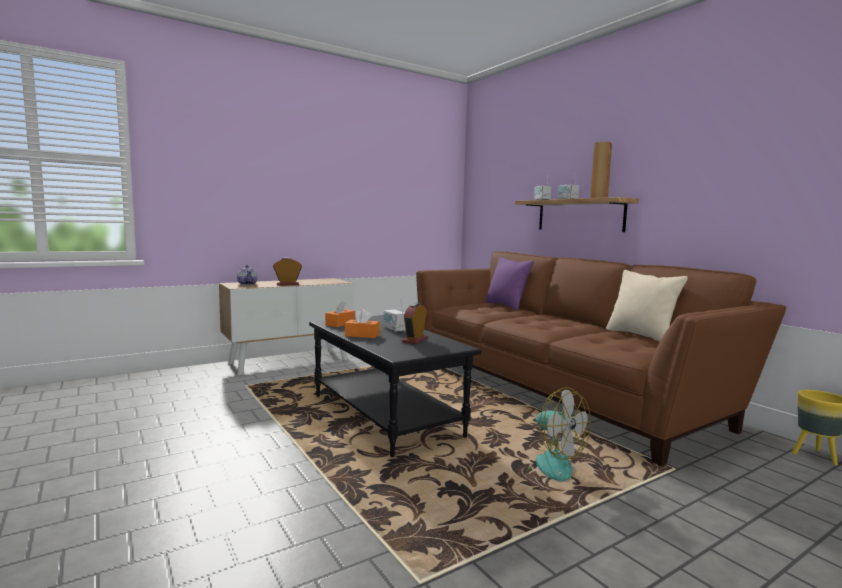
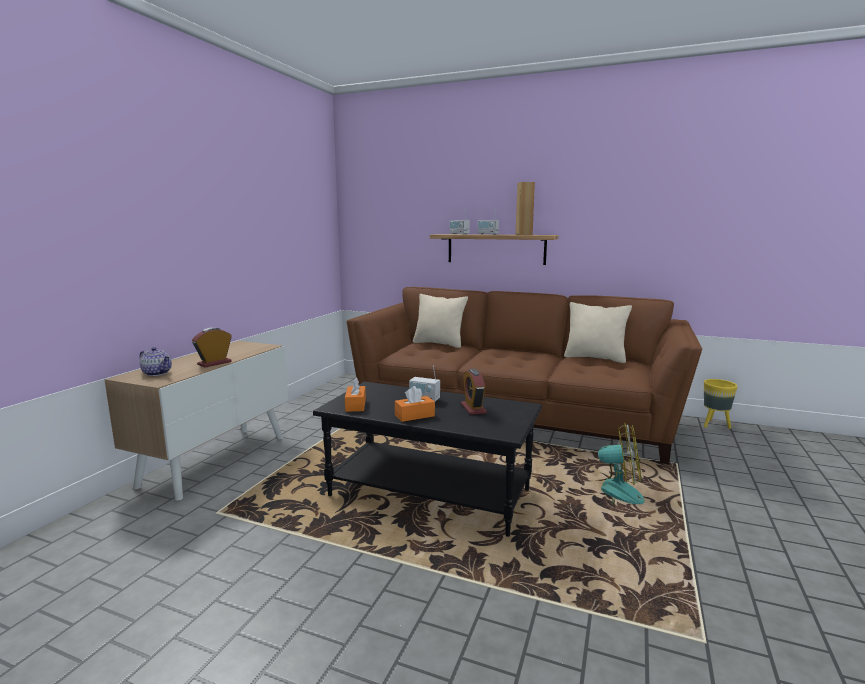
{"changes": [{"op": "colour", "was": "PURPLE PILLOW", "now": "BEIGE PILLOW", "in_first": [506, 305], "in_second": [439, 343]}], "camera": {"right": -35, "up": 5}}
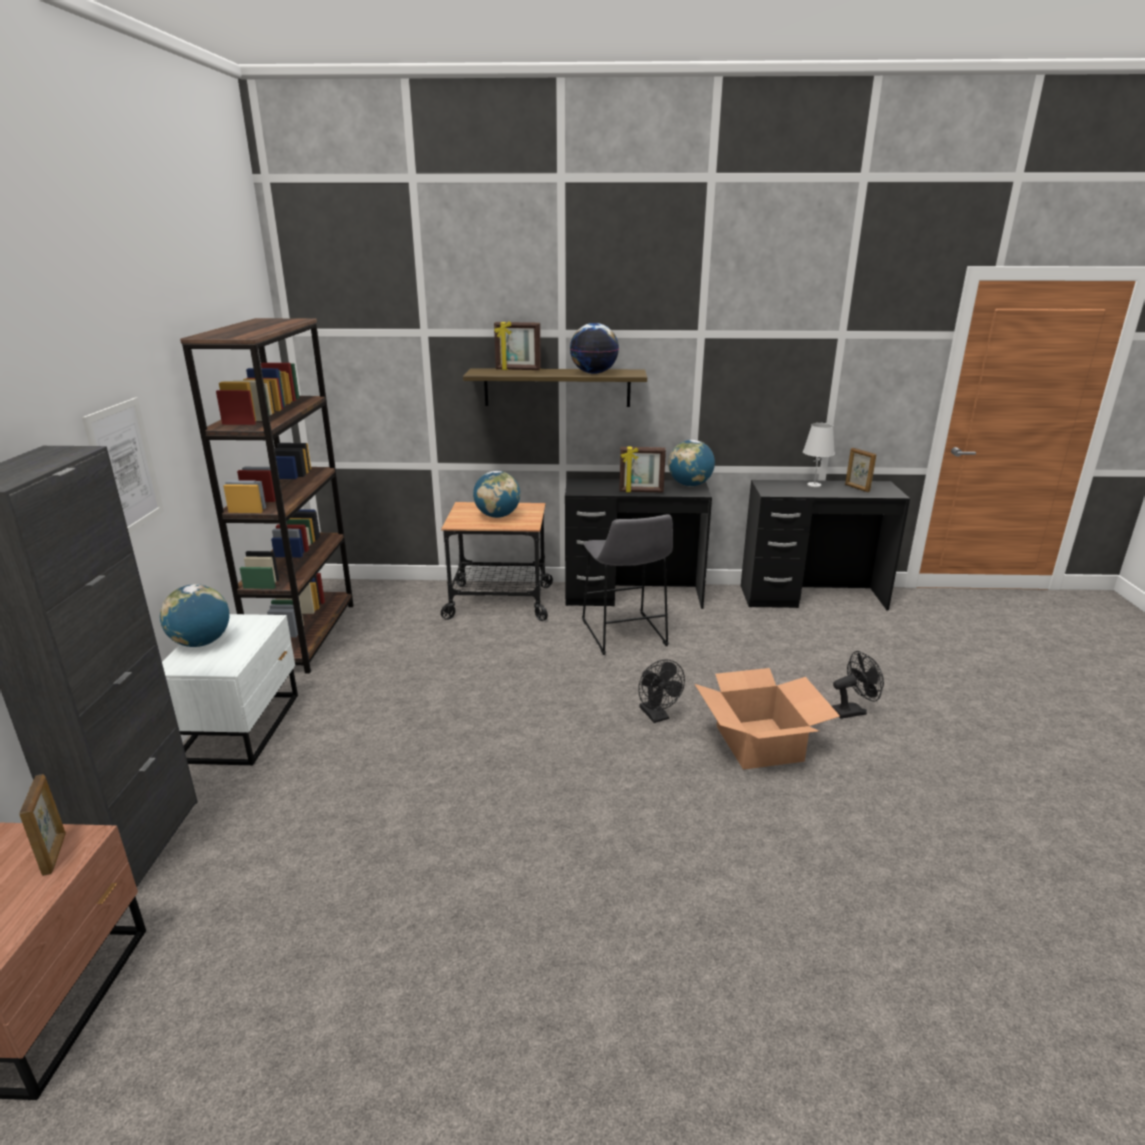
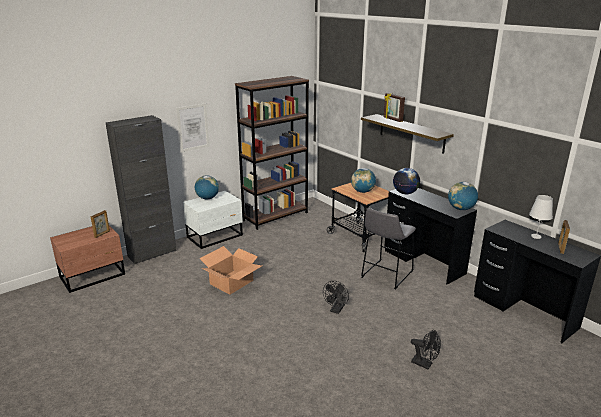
{"changes": [{"op": "relocated", "was": "GLOBE", "in_first": [594, 373], "in_second": [405, 193]}, {"op": "missing", "was": "PICTURE FRAME", "in_first": [641, 491]}, {"op": "relocated", "was": "CARDBOARD BOX", "in_first": [759, 743], "in_second": [232, 282]}], "camera": {"right": 50, "up": 0}}
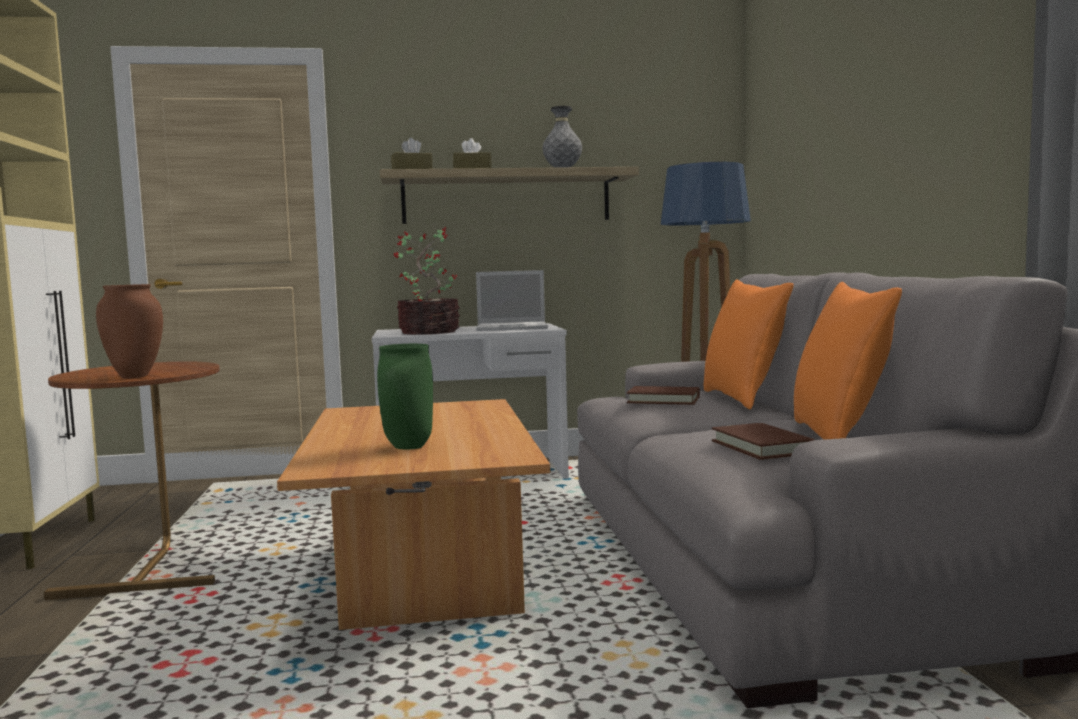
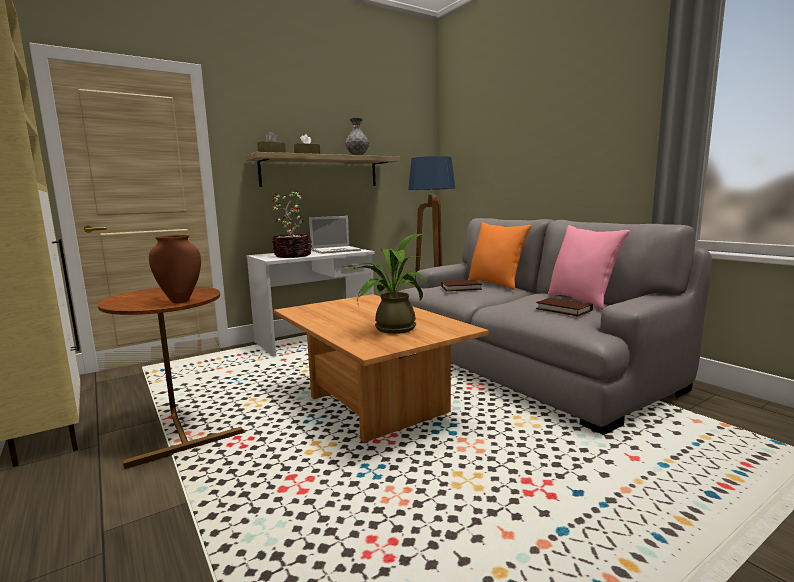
{"changes": [{"op": "exchanged", "was": "GREEN VASE", "now": "POTTED PLANT", "in_first": [407, 447], "in_second": [390, 329]}, {"op": "colour", "was": "ORANGE PILLOW", "now": "PINK PILLOW", "in_first": [838, 437], "in_second": [581, 301]}], "camera": {"right": -25, "up": 5}}
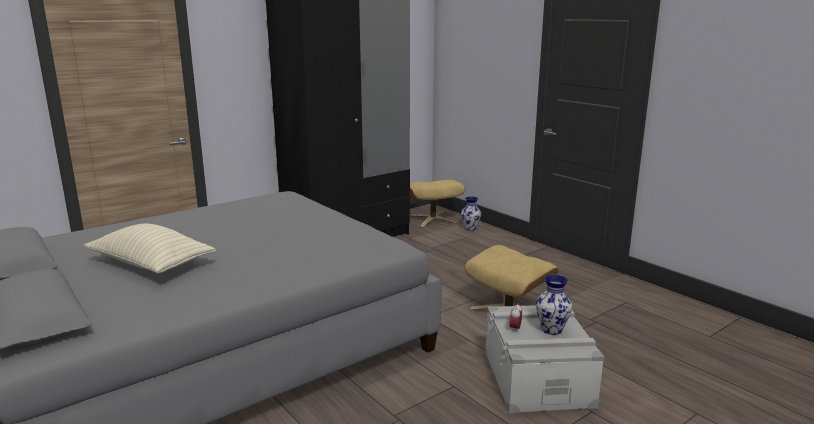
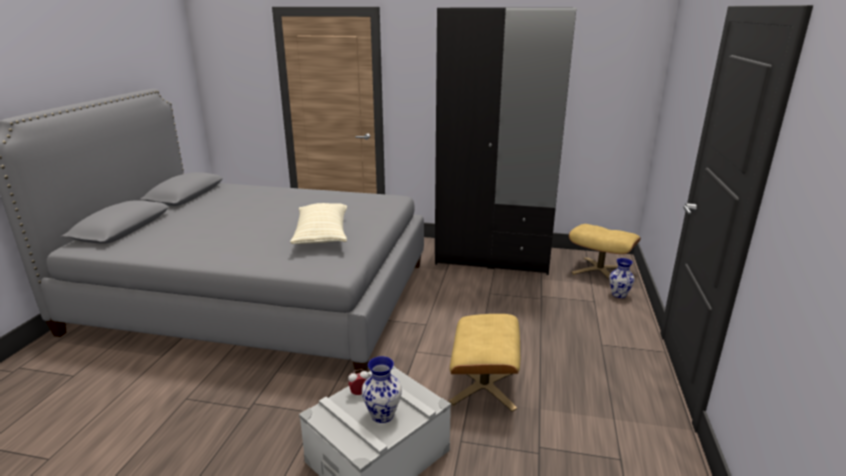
{"changes": [{"op": "relocated", "was": "BEIGE PILLOW", "in_first": [151, 264], "in_second": [322, 235]}], "camera": {"right": 50, "up": 5}}
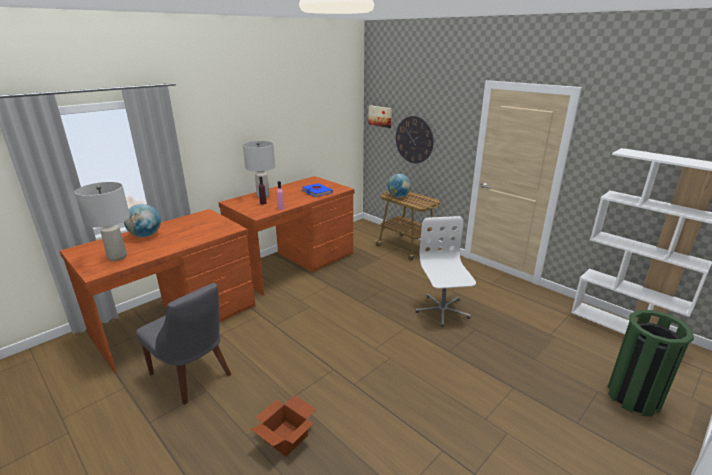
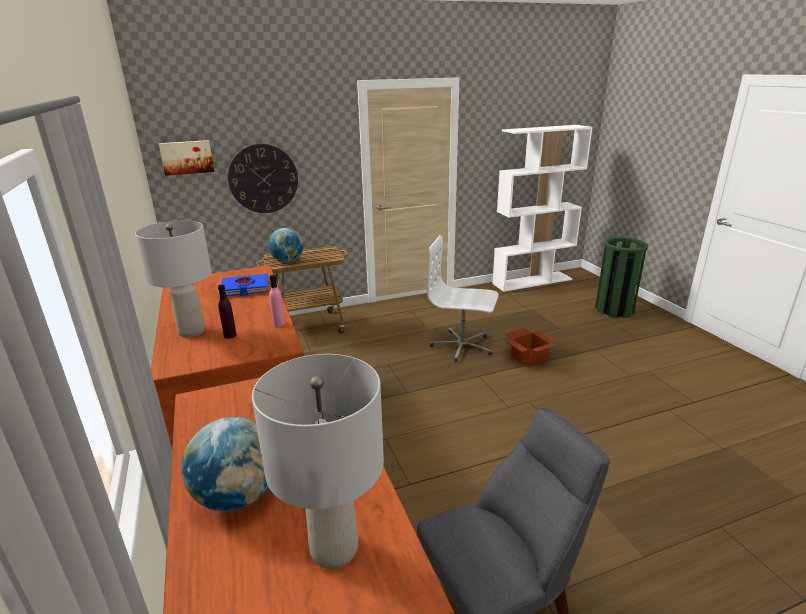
{"changes": [{"op": "relocated", "was": "CARDBOARD BOX", "in_first": [287, 437], "in_second": [528, 357]}], "camera": {"right": -65, "up": 0}}
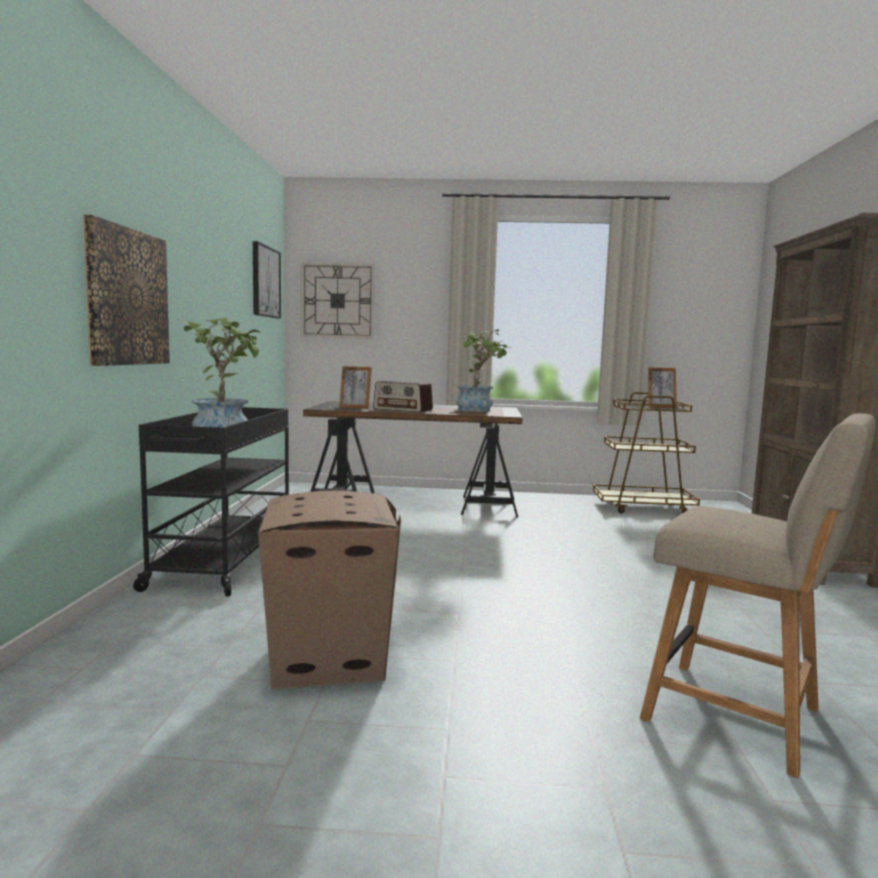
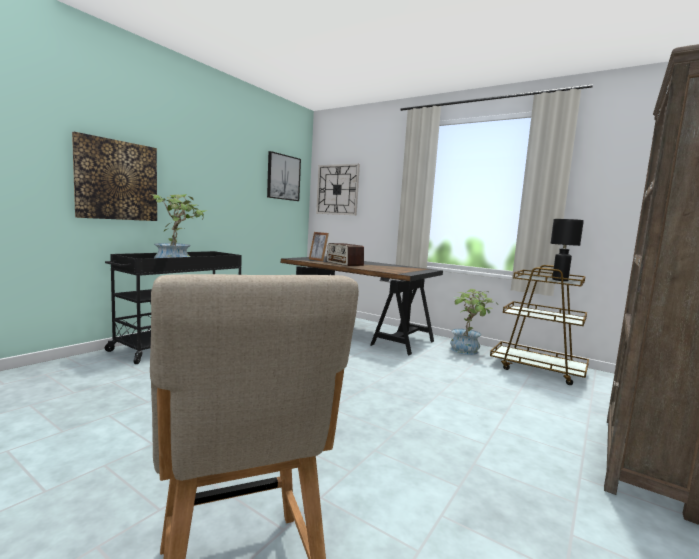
{"changes": [{"op": "missing", "was": "CARDBOARD BOX", "in_first": [329, 658]}, {"op": "relocated", "was": "POTTED PLANT", "in_first": [479, 410], "in_second": [468, 351]}, {"op": "exchanged", "was": "PICTURE FRAME", "now": "BLACK TABLE LAMP", "in_first": [660, 407], "in_second": [560, 280]}], "camera": {"right": 30, "up": 0}}
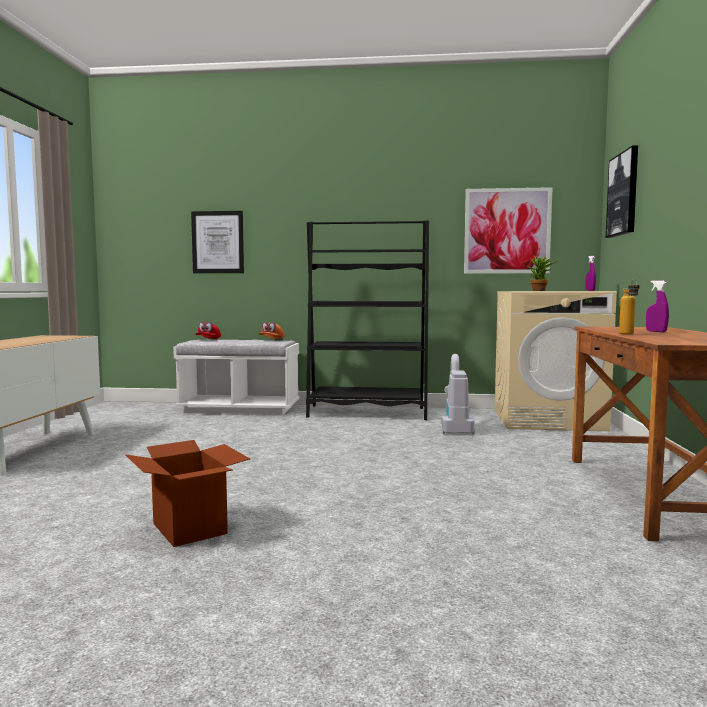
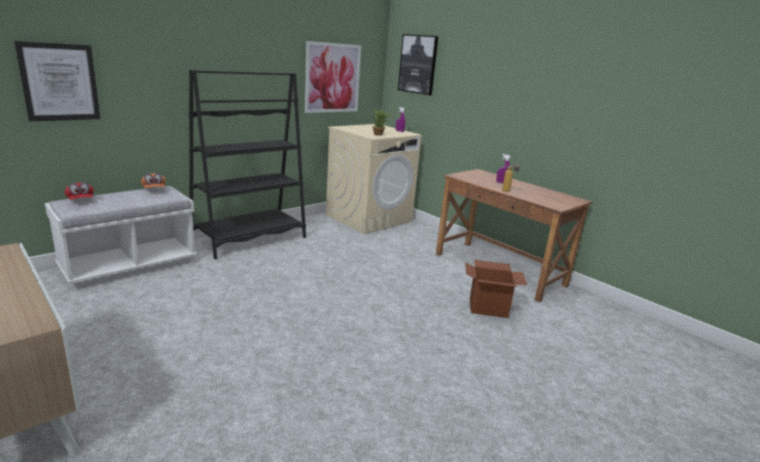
{"changes": [{"op": "relocated", "was": "CARDBOARD BOX", "in_first": [190, 528], "in_second": [488, 308]}, {"op": "missing", "was": "VACUUM CLEANER", "in_first": [455, 426]}], "camera": {"right": -50, "up": 15}}
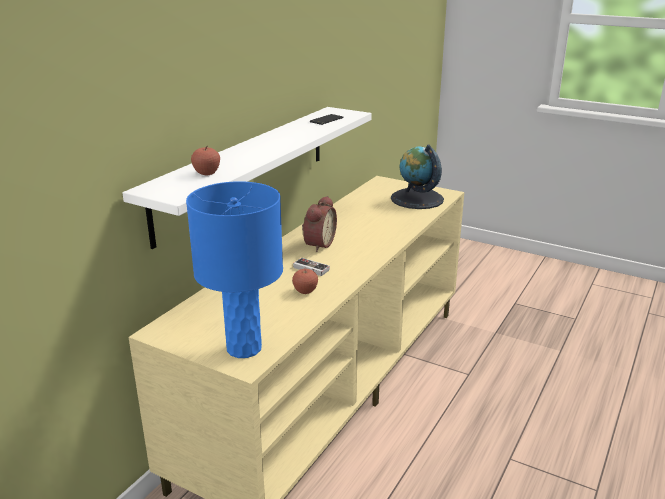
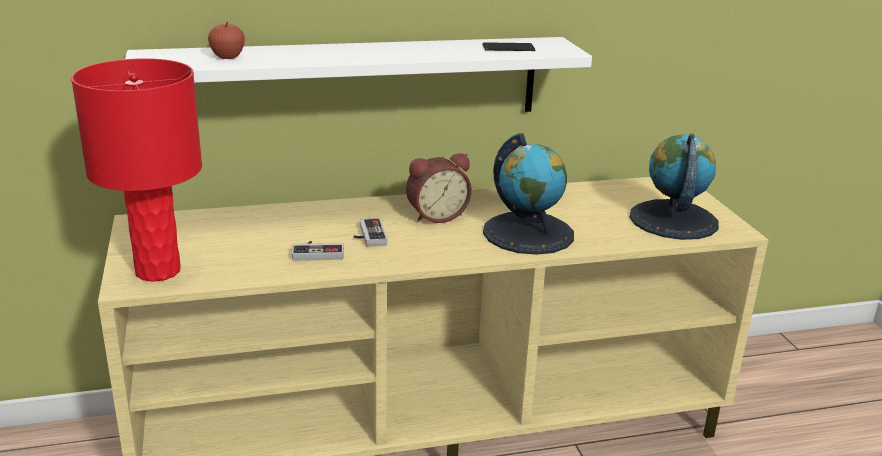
{"changes": [{"op": "colour", "was": "BLUE TABLE LAMP", "now": "RED TABLE LAMP", "in_first": [244, 348], "in_second": [159, 271]}, {"op": "exchanged", "was": "APPLE", "now": "GAME CONTROLLER", "in_first": [305, 291], "in_second": [318, 252]}, {"op": "appeared", "now": "GLOBE", "in_second": [528, 233]}], "camera": {"right": 45, "up": 0}}
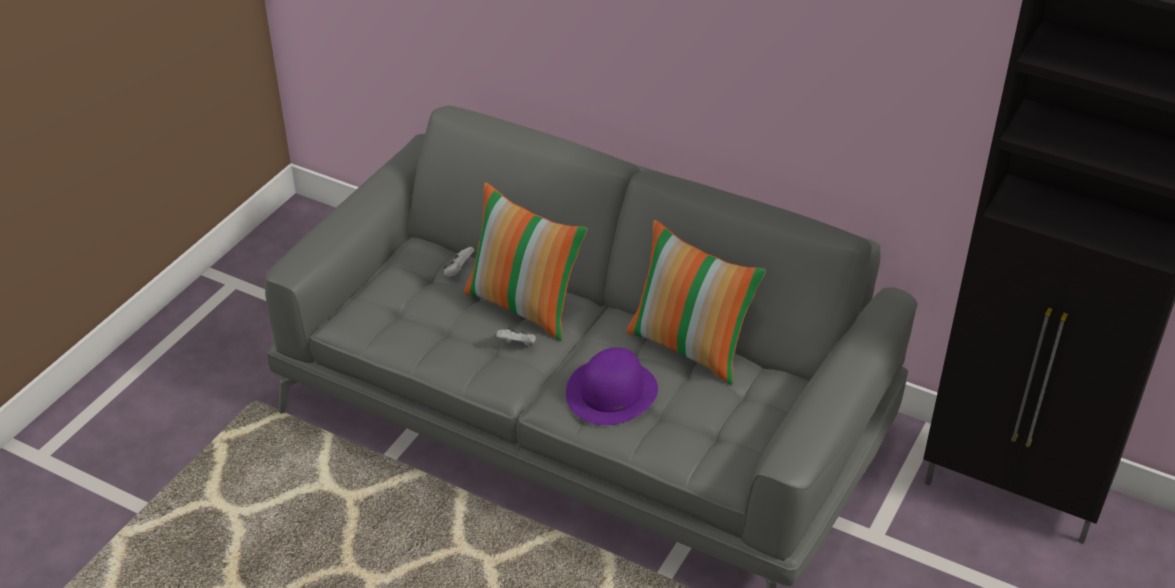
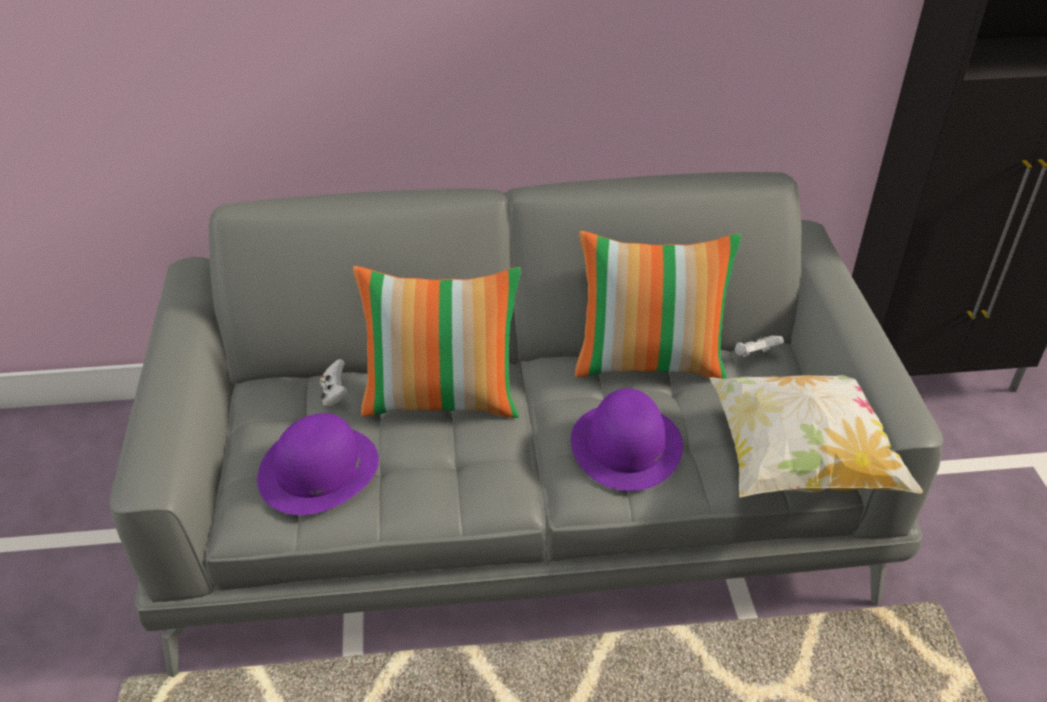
{"changes": [{"op": "relocated", "was": "WHITE GAME CONTROLLER", "in_first": [517, 345], "in_second": [754, 355]}, {"op": "appeared", "now": "PURPLE HAT", "in_second": [318, 470]}, {"op": "appeared", "now": "PILLOW", "in_second": [801, 461]}], "camera": {"right": -35, "up": 0}}
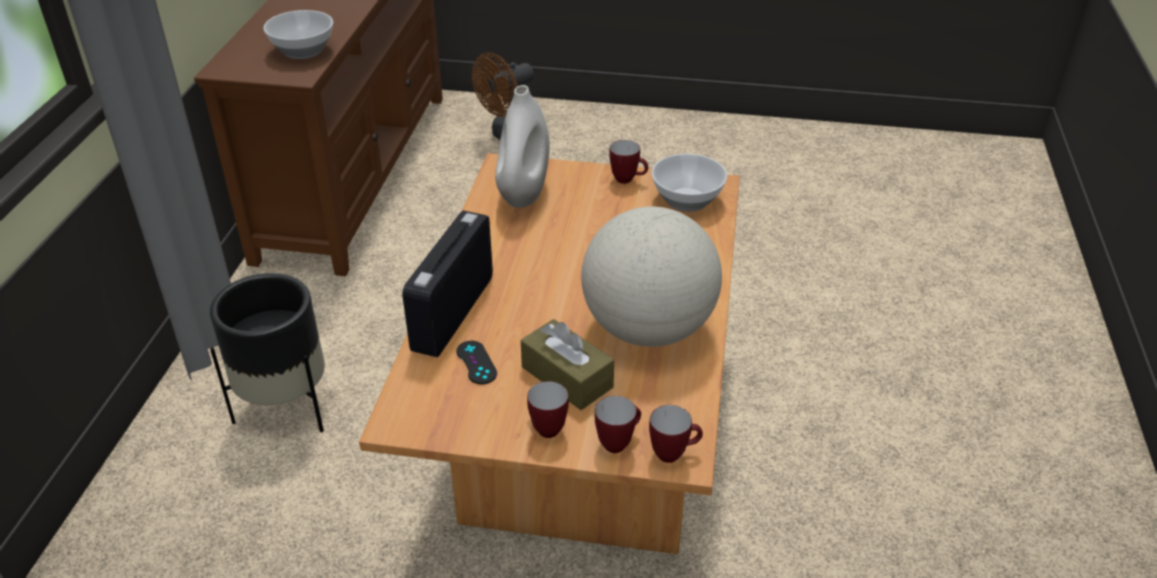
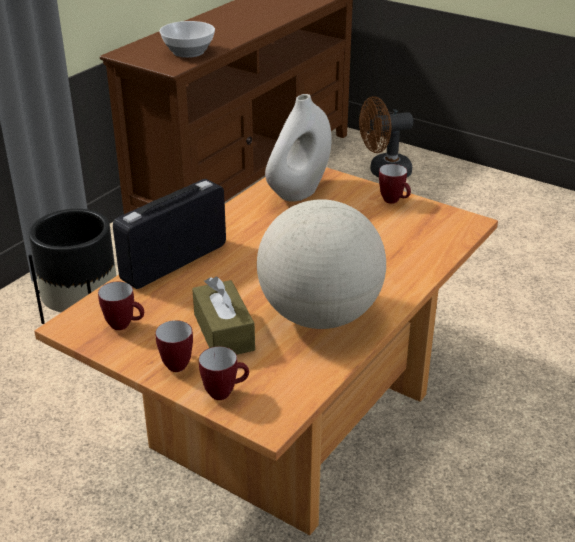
{"changes": [{"op": "missing", "was": "BLACK GAME CONTROLLER", "in_first": [476, 362]}, {"op": "relocated", "was": "MUG", "in_first": [674, 453], "in_second": [125, 325]}, {"op": "missing", "was": "BOWL", "in_first": [686, 200]}], "camera": {"right": 25, "up": -5}}
